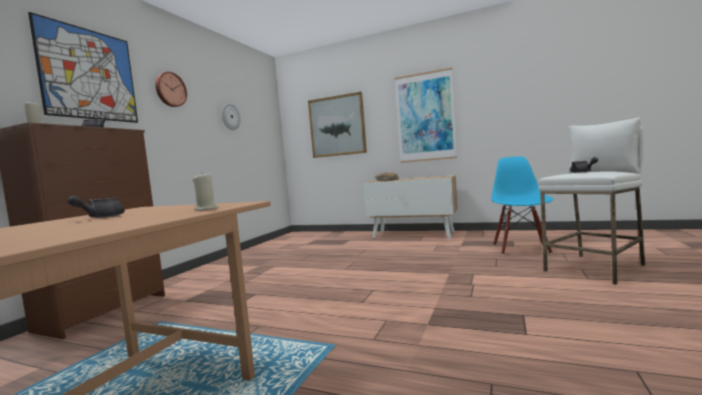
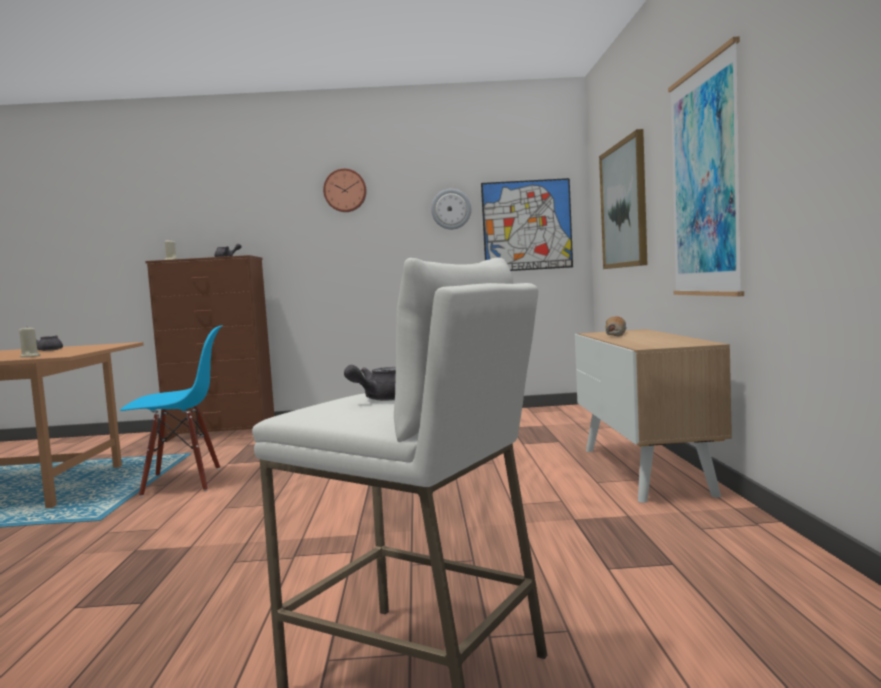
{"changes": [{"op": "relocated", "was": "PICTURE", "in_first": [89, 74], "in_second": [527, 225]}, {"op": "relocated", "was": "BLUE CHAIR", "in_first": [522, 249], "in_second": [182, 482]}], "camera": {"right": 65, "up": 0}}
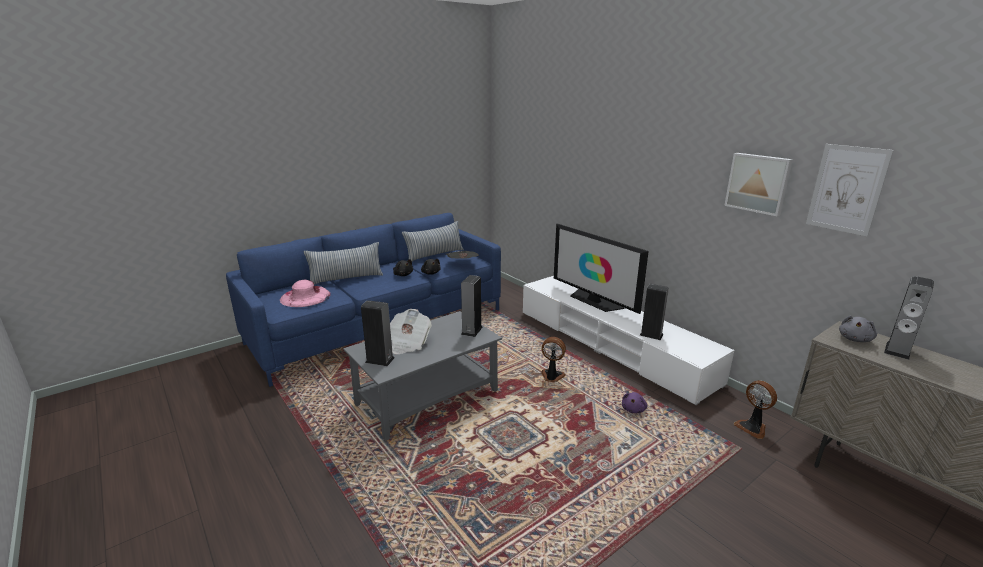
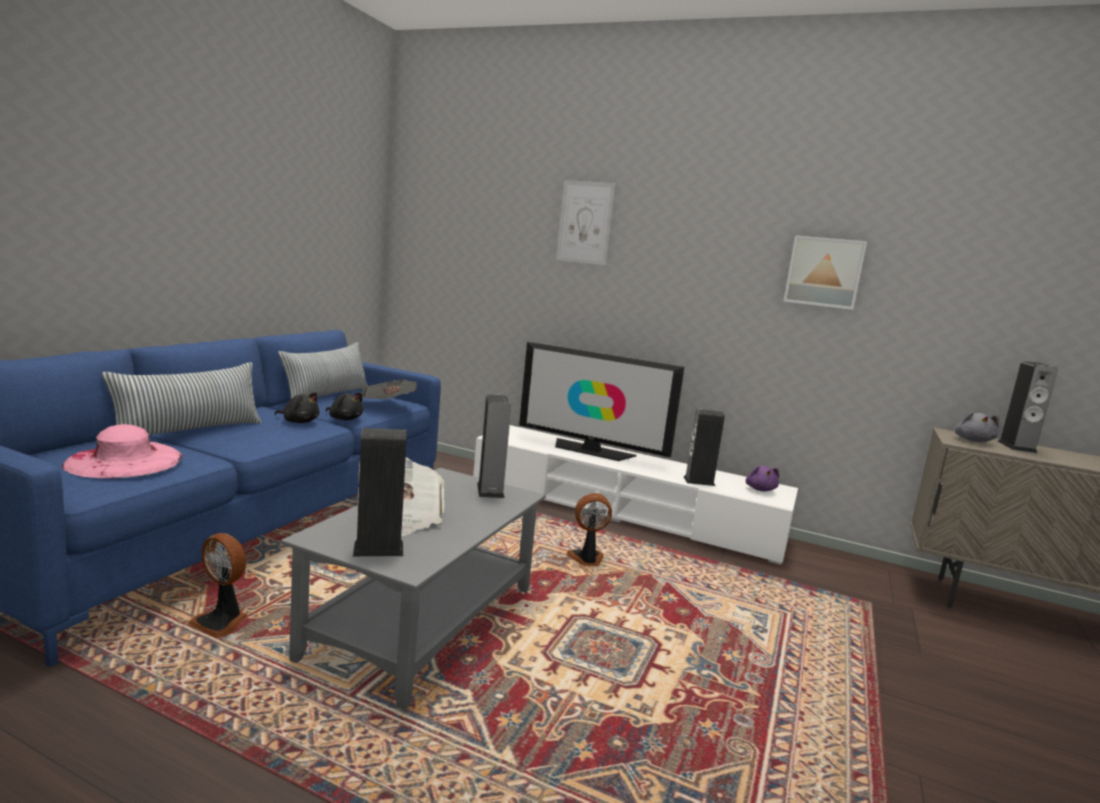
{"changes": [{"op": "relocated", "was": "PURPLE PLUSH TOY", "in_first": [633, 409], "in_second": [760, 489]}, {"op": "relocated", "was": "FAN", "in_first": [752, 427], "in_second": [221, 622]}, {"op": "relocated", "was": "PICTURE", "in_first": [846, 189], "in_second": [585, 222]}], "camera": {"right": -30, "up": -10}}
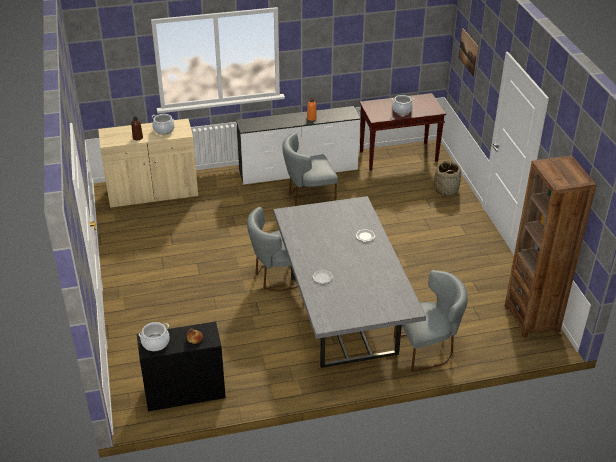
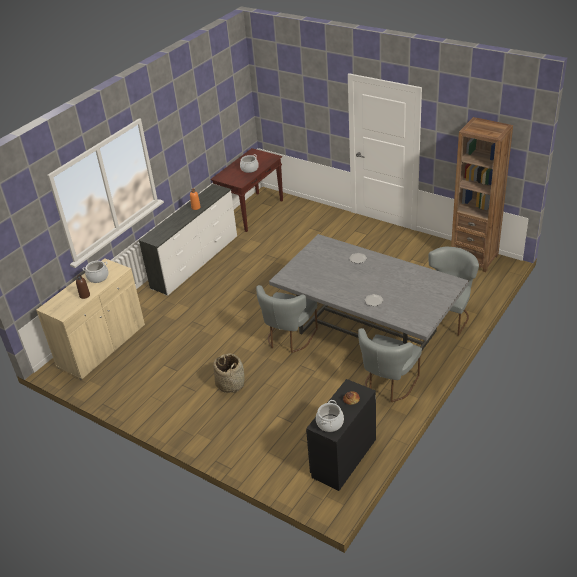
{"changes": [{"op": "relocated", "was": "GREY CHAIR", "in_first": [308, 197], "in_second": [388, 385]}, {"op": "relocated", "was": "BASKET", "in_first": [446, 189], "in_second": [230, 383]}, {"op": "missing", "was": "PICTURE", "in_first": [468, 52]}], "camera": {"right": -40, "up": 0}}
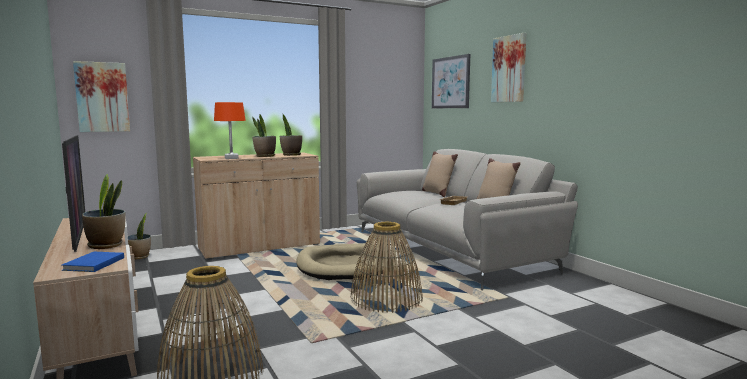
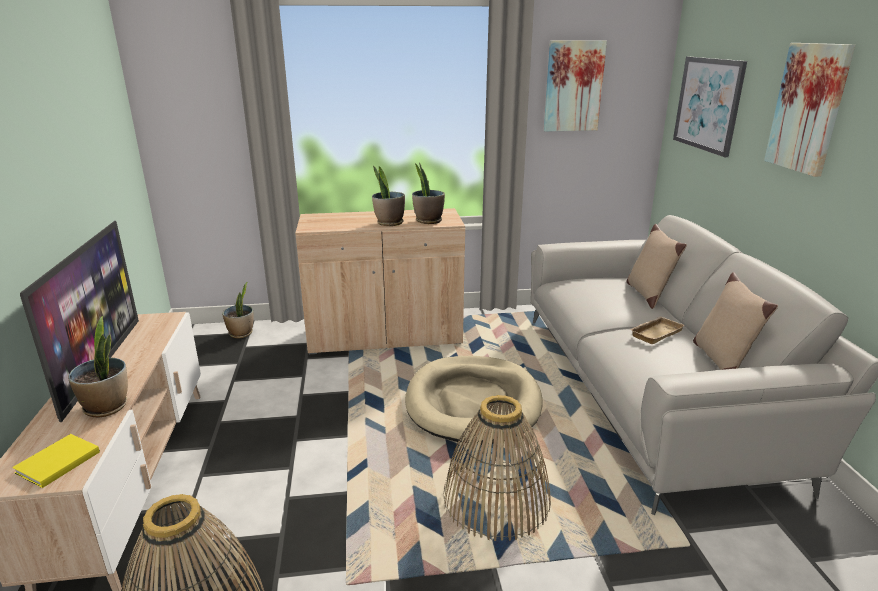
{"changes": [{"op": "colour", "was": "BLUE BOOK", "now": "YELLOW BOOK", "in_first": [92, 264], "in_second": [55, 463]}, {"op": "relocated", "was": "PICTURE", "in_first": [102, 97], "in_second": [573, 86]}, {"op": "missing", "was": "ORANGE TABLE LAMP", "in_first": [231, 158]}], "camera": {"right": 20, "up": 15}}
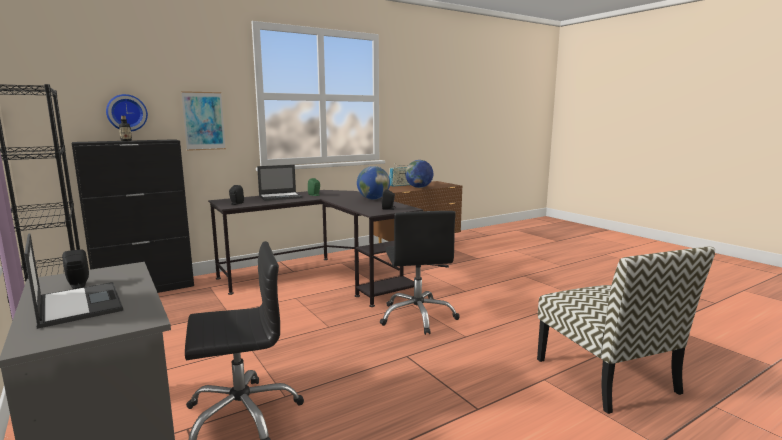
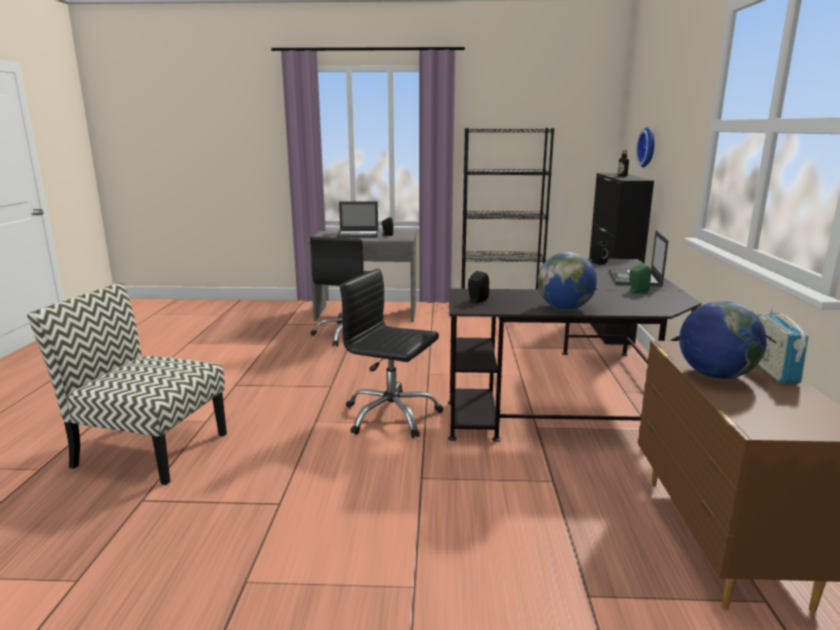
{"changes": [{"op": "missing", "was": "PICTURE", "in_first": [204, 121]}], "camera": {"right": 125, "up": 5}}
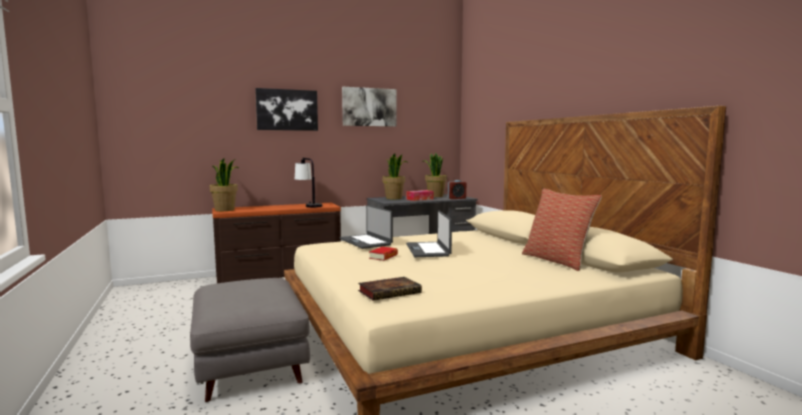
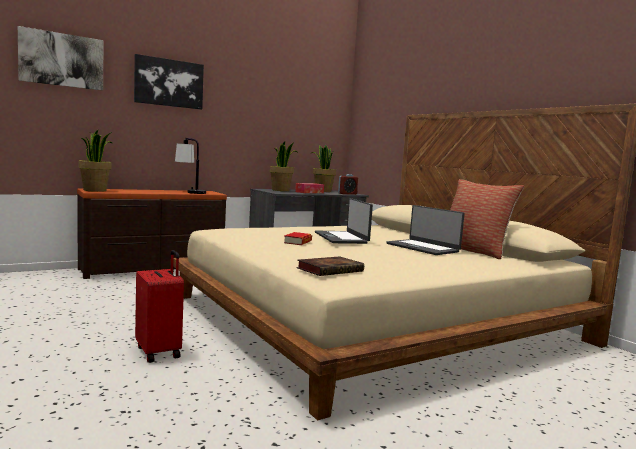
{"changes": [{"op": "exchanged", "was": "GREY OTTOMAN", "now": "RED SUITCASE", "in_first": [251, 363], "in_second": [159, 352]}, {"op": "relocated", "was": "LAPTOP", "in_first": [366, 242], "in_second": [423, 248]}, {"op": "relocated", "was": "PICTURE", "in_first": [369, 107], "in_second": [62, 60]}], "camera": {"right": -10, "up": 0}}
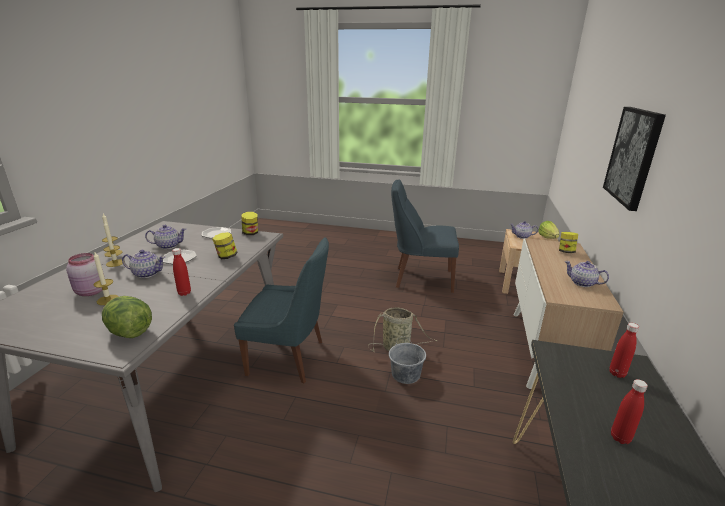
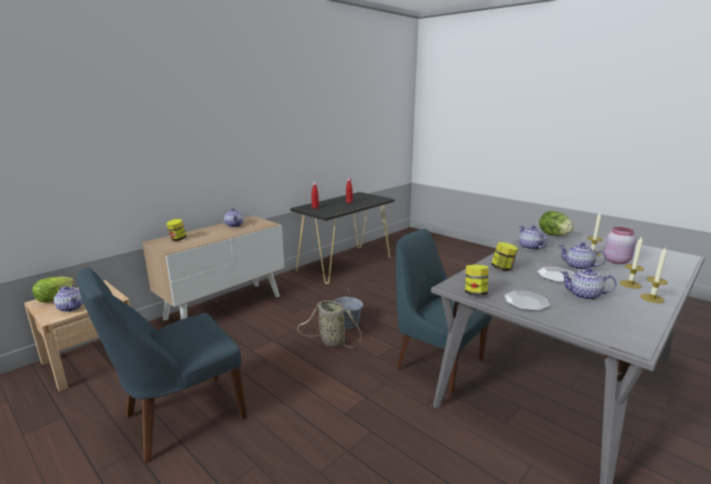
{"changes": [{"op": "exchanged", "was": "RED BOTTLE", "now": "TEAPOT", "in_first": [184, 293], "in_second": [530, 247]}, {"op": "spun", "was": "BLUE CHAIR", "in_first": [420, 278], "in_second": [179, 418], "clockwise": 105}, {"op": "missing", "was": "PICTURE", "in_first": [633, 156]}], "camera": {"right": -150, "up": -5}}
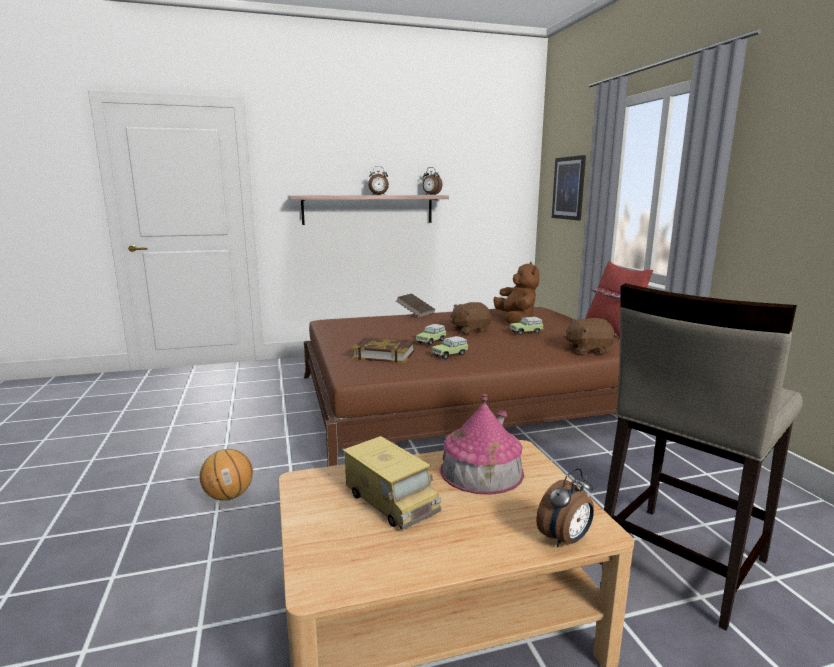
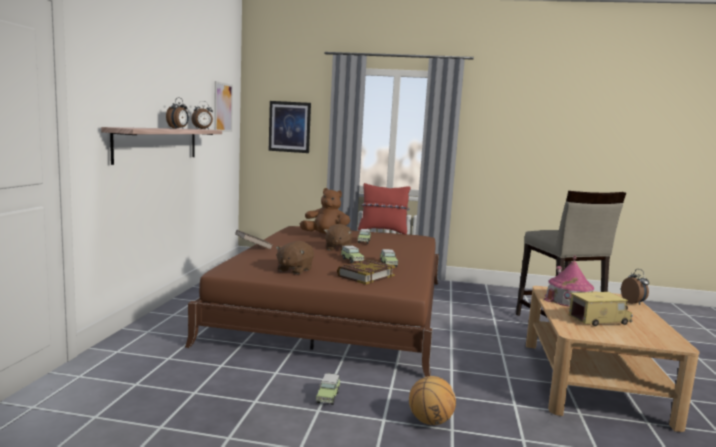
{"changes": [{"op": "relocated", "was": "BROWN PLUSH TOY", "in_first": [588, 350], "in_second": [294, 270]}, {"op": "appeared", "now": "PICTURE", "in_second": [223, 107]}, {"op": "appeared", "now": "TOY CAR", "in_second": [328, 396]}], "camera": {"right": -65, "up": -5}}
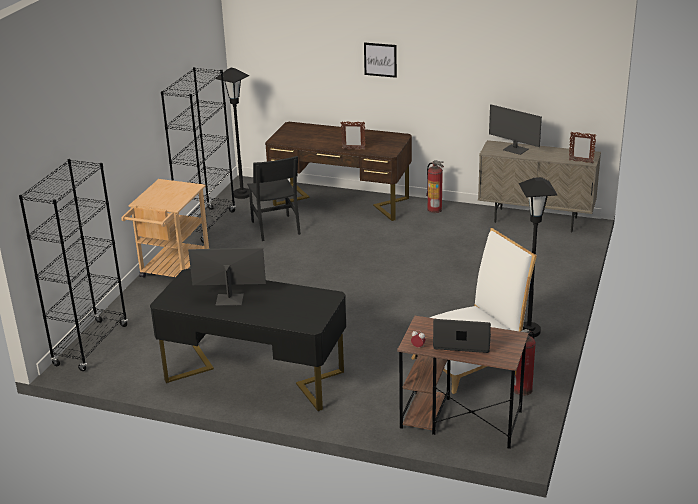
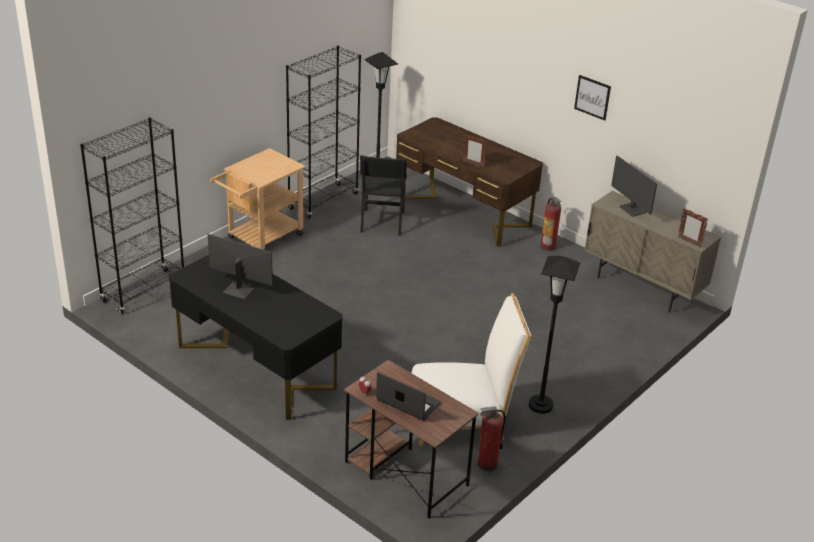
{"changes": [{"op": "relocated", "was": "PICTURE", "in_first": [380, 59], "in_second": [592, 97]}], "camera": {"right": 20, "up": 5}}
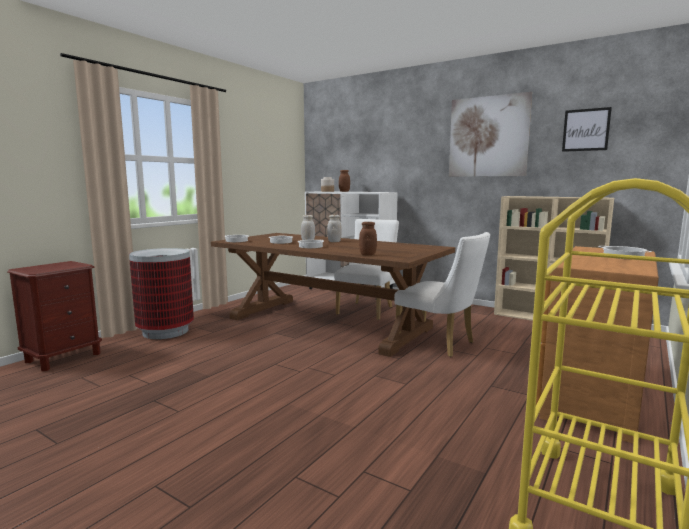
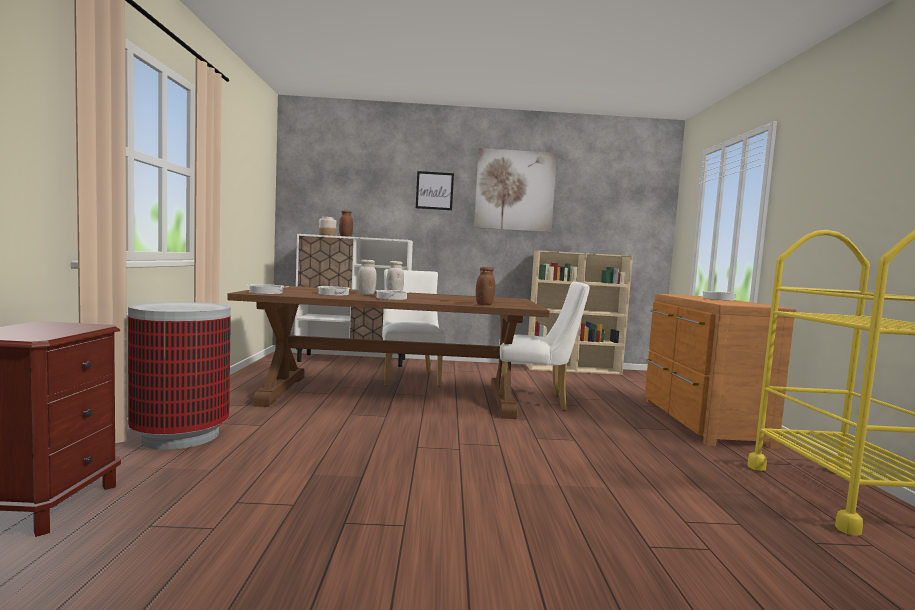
{"changes": [{"op": "relocated", "was": "PICTURE", "in_first": [586, 130], "in_second": [434, 190]}], "camera": {"right": -35, "up": -5}}
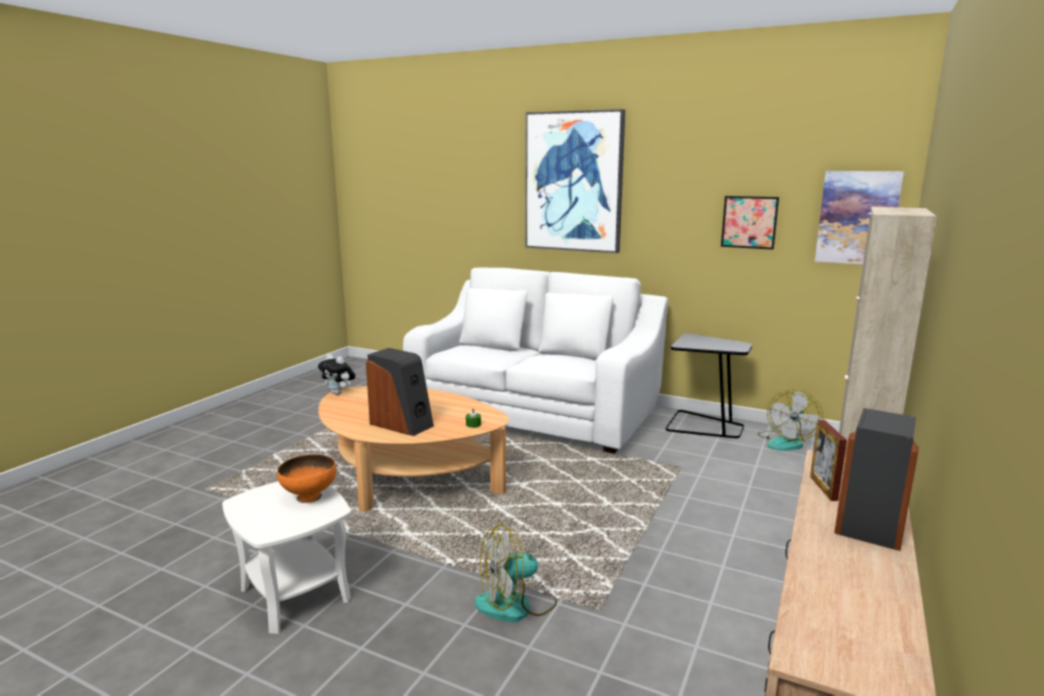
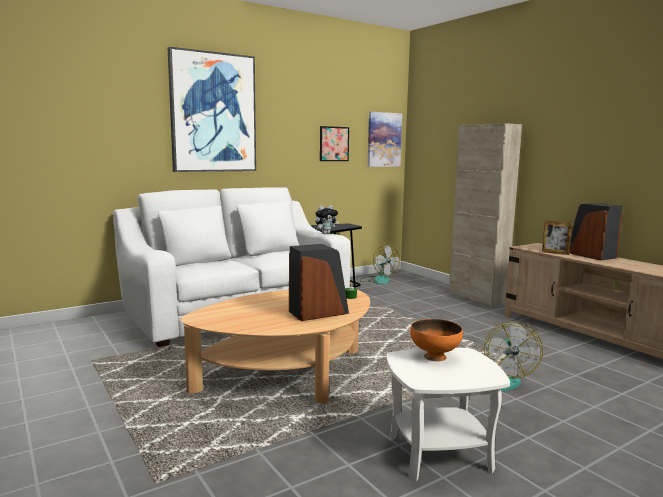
{"changes": [{"op": "relocated", "was": "PLUSH TOY", "in_first": [339, 393], "in_second": [326, 233]}], "camera": {"right": -60, "up": -5}}
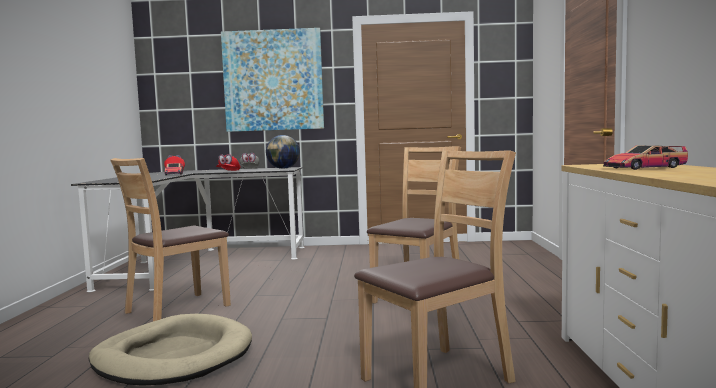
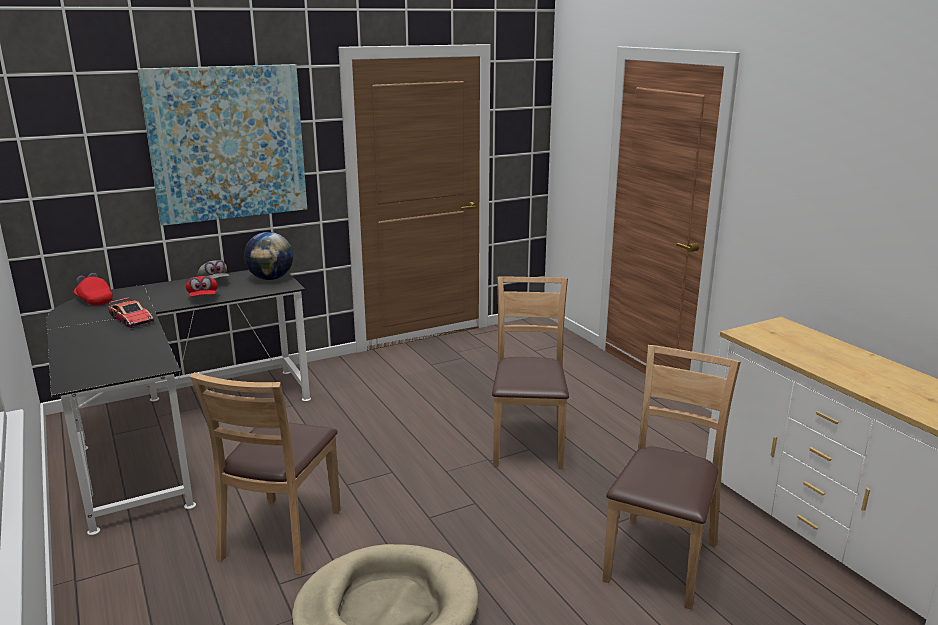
{"changes": [{"op": "missing", "was": "TOY CAR", "in_first": [643, 168]}], "camera": {"right": -30, "up": 15}}
